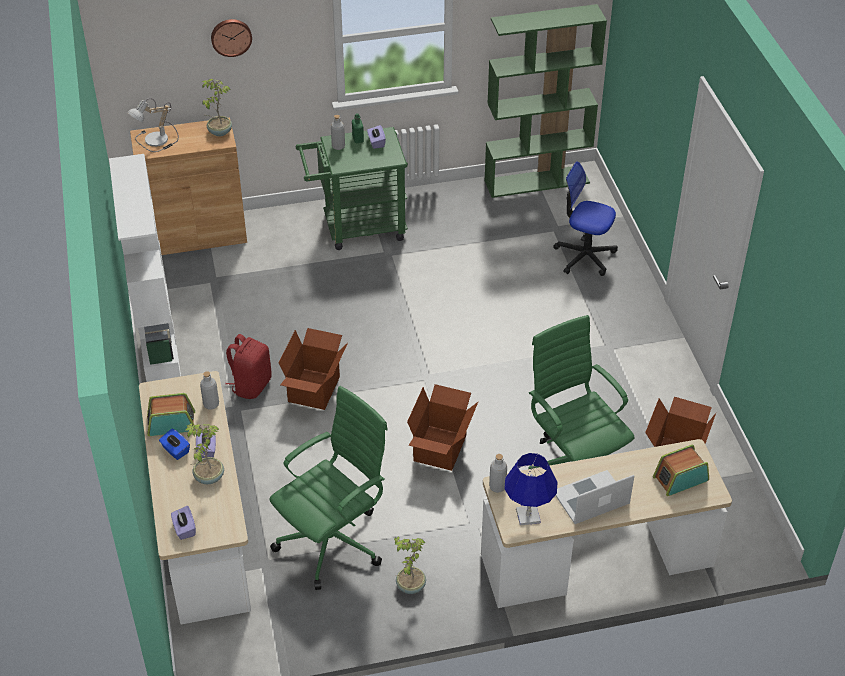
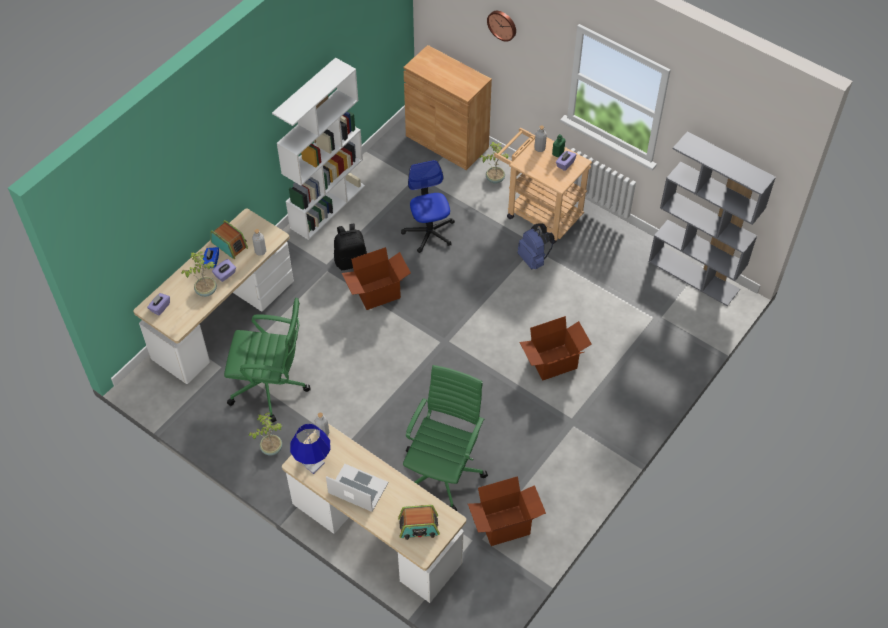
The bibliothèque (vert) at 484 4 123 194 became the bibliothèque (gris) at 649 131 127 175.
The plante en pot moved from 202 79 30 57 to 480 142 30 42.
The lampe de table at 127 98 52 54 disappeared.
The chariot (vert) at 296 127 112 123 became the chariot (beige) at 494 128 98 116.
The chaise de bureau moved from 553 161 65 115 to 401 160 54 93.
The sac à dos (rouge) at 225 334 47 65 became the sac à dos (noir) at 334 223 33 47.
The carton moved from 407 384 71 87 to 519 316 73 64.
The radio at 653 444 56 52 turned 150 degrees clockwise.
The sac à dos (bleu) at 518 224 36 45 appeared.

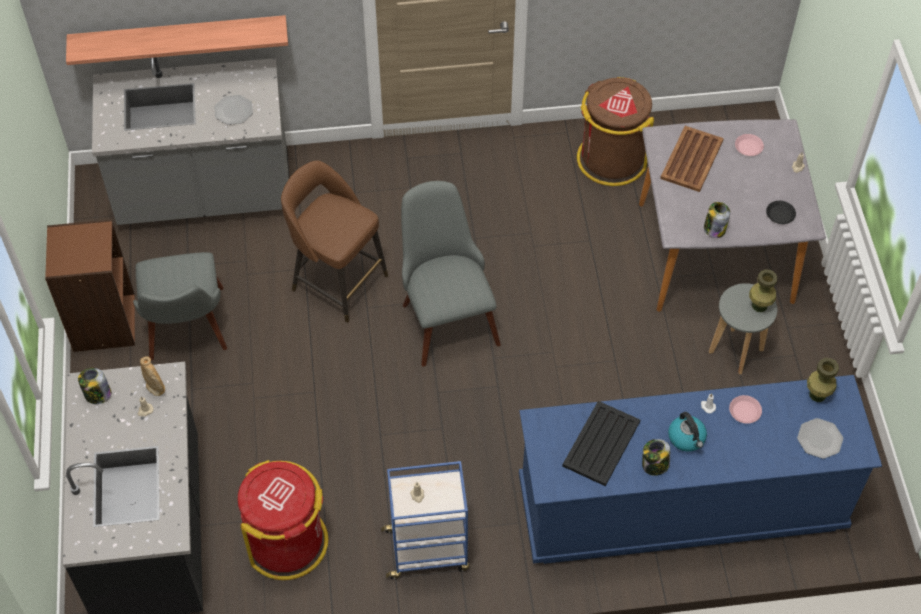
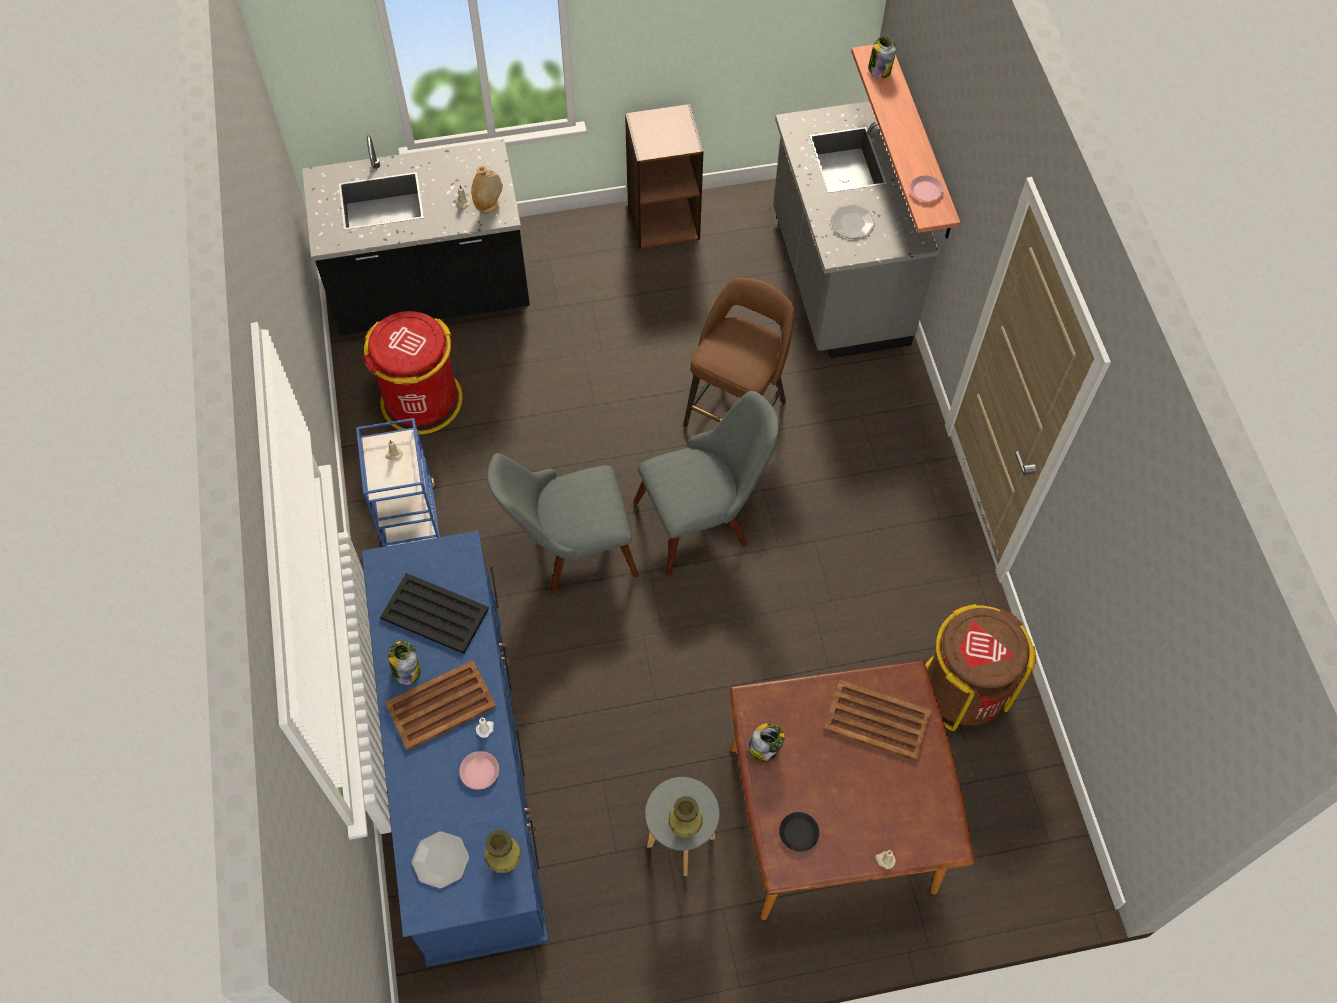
The table à manger (gris) at 639 119 187 193 became the table à manger (marron) at 730 660 245 260.
The assiette (rose) moved from 735 134 29 22 to 910 175 34 26.
The chaise (gris) moved from 133 252 94 109 to 487 453 152 140.
The bocal moved from 78 368 34 36 to 868 37 29 41.
The bouilloire at 668 412 39 40 was replaced by the plateau (marron) at 385 660 111 91.

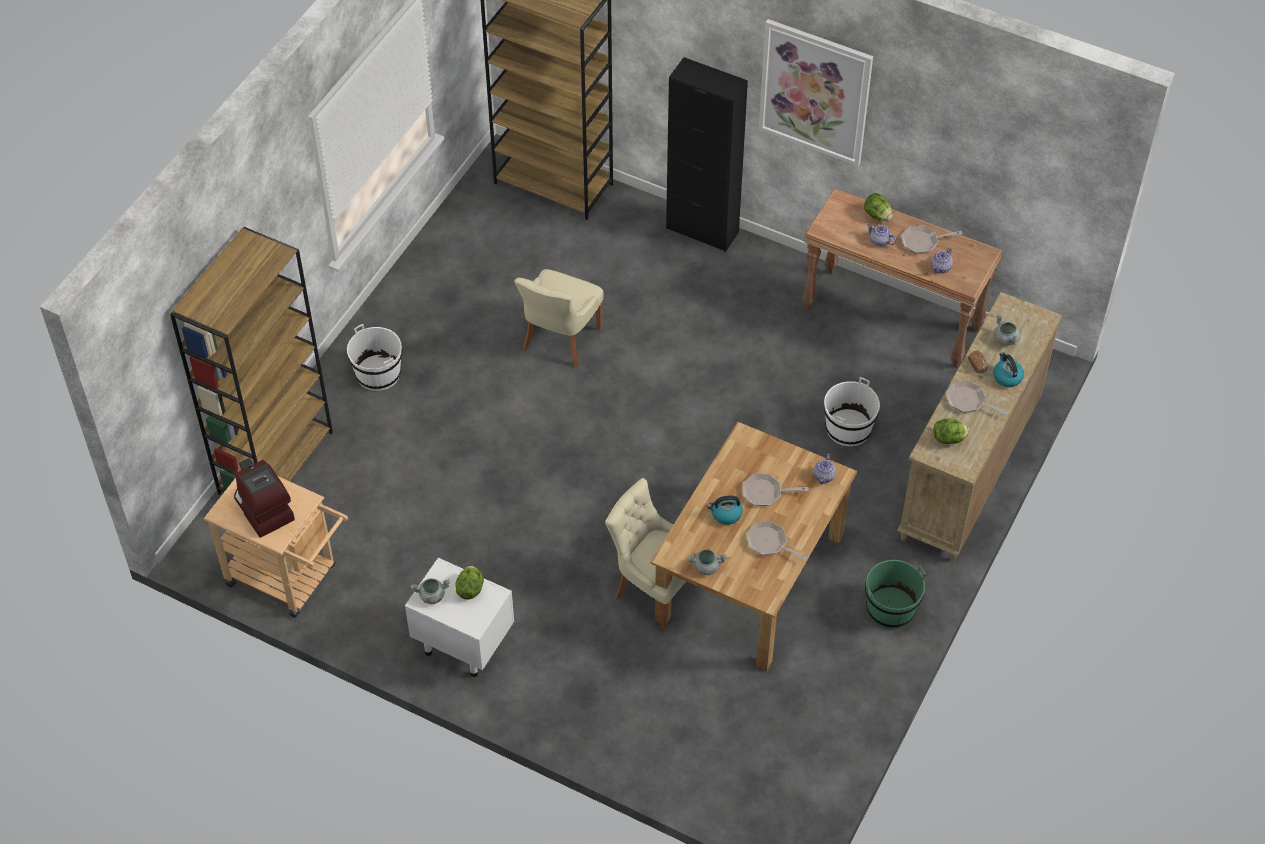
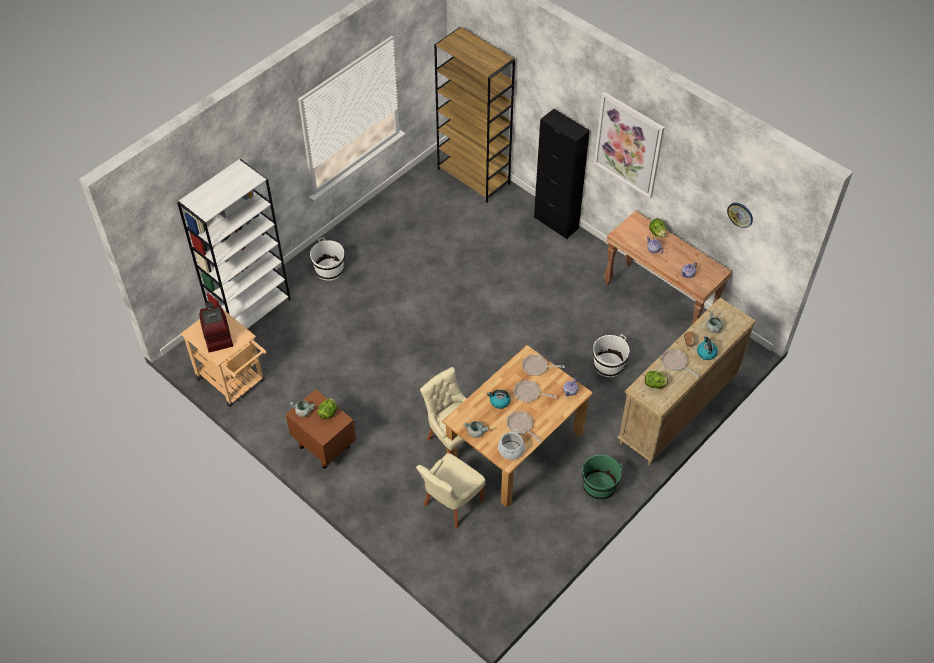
The poêle moved from 901 225 61 29 to 522 355 43 21.
The bibliothèque (marron) at 170 227 163 268 became the bibliothèque (blanc) at 177 159 114 170.
The chaise (beige) moved from 514 269 89 98 to 416 453 70 75.
The table de chevet (blanc) at 405 558 109 119 became the table de chevet (marron) at 285 389 71 80.
The horloge murale at 727 203 26 25 appeared.
The marmite at 498 429 27 31 appeared.

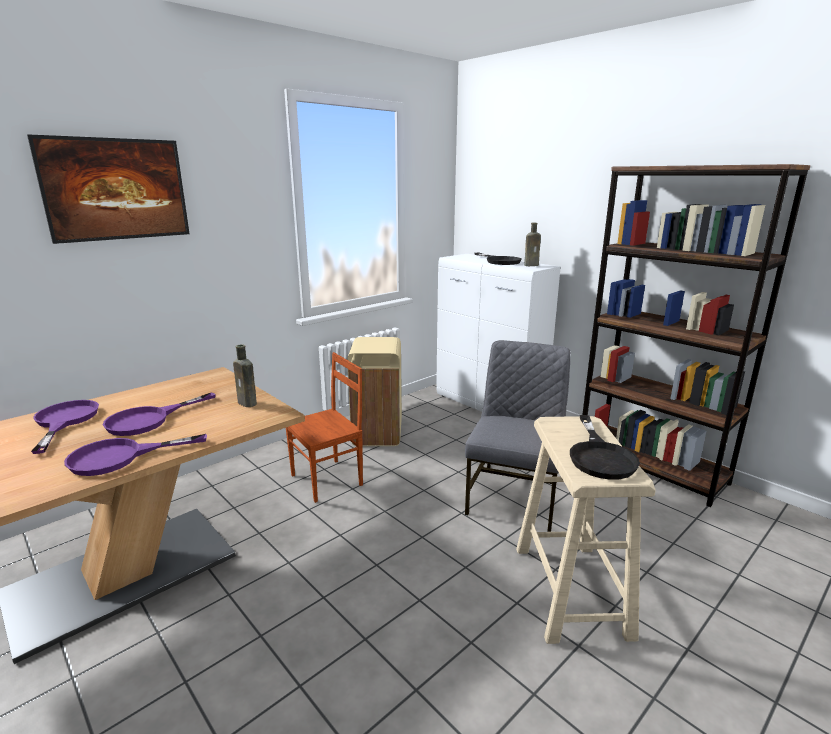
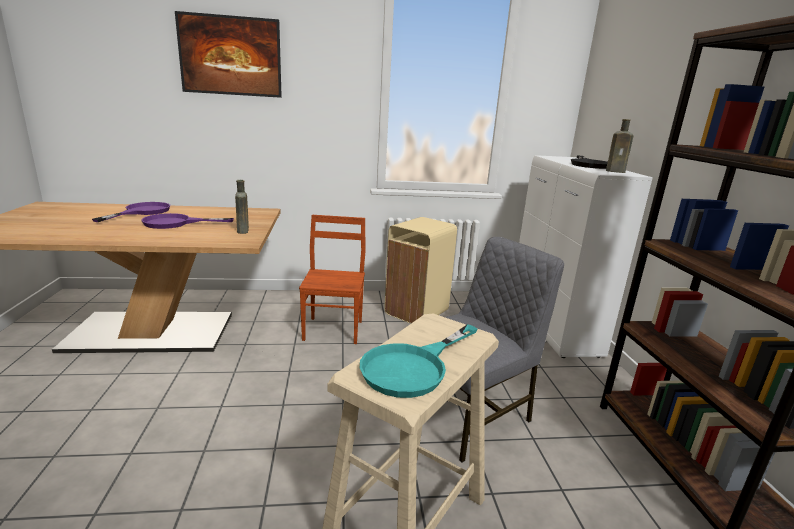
The chaise (marron) at 286 352 77 151 turned 90 degrees counterclockwise.
The poêle (noir) at 570 415 70 65 became the poêle (turquoise) at 360 324 118 74.
The poêle (violet) at 64 434 143 42 disappeared.

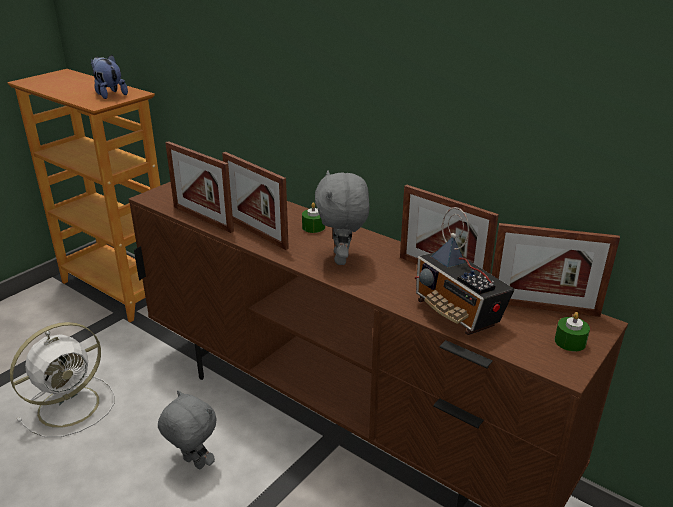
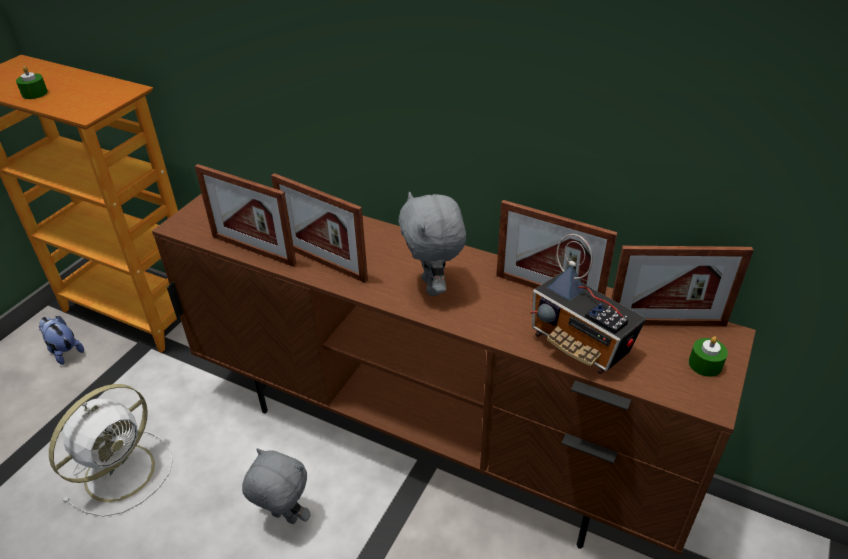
The peluche moved from 91 55 37 44 to 39 316 45 49.
The bougie (vert) moved from 302 202 23 31 to 16 66 32 33.

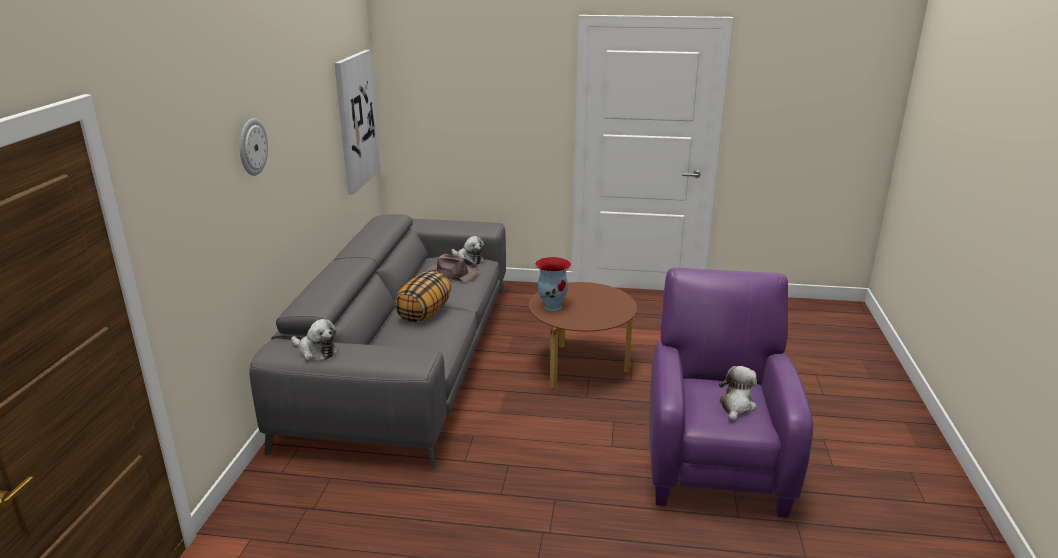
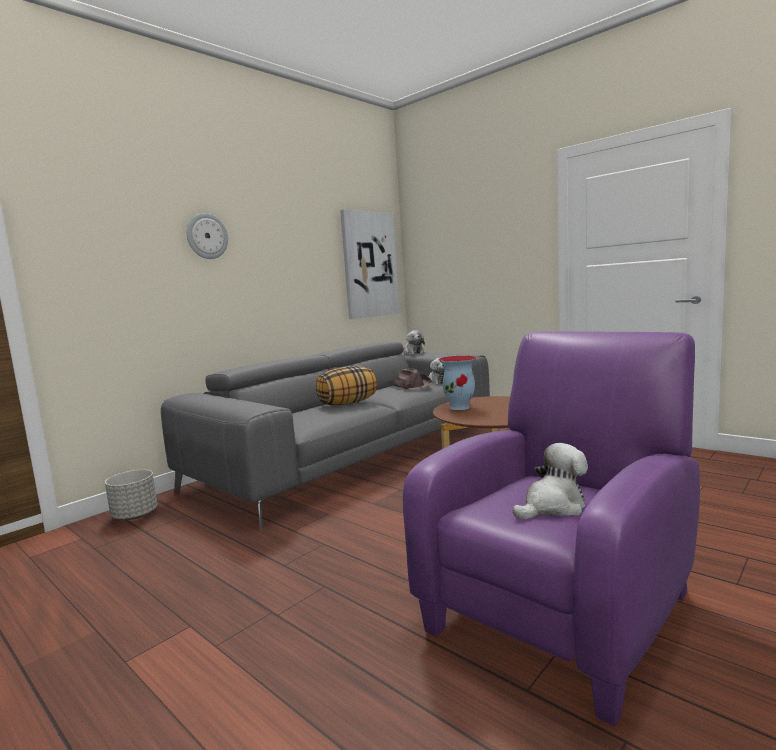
The peluche moved from 291 319 47 42 to 403 330 22 24.
The cache-pot (gris) at 105 470 52 50 appeared.

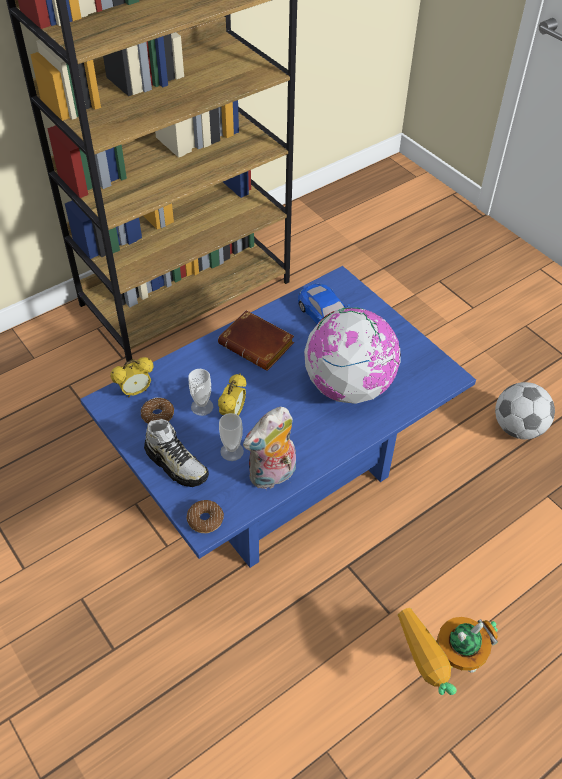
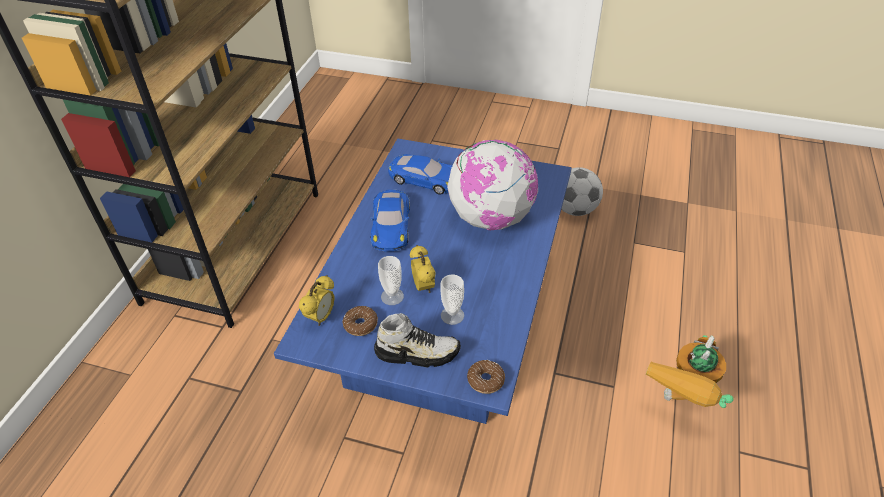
The livre (marron) at 218 310 76 61 was replaced by the petite voiture (bleu) at 370 190 40 61.
The peluche at 243 407 53 82 disappeared.

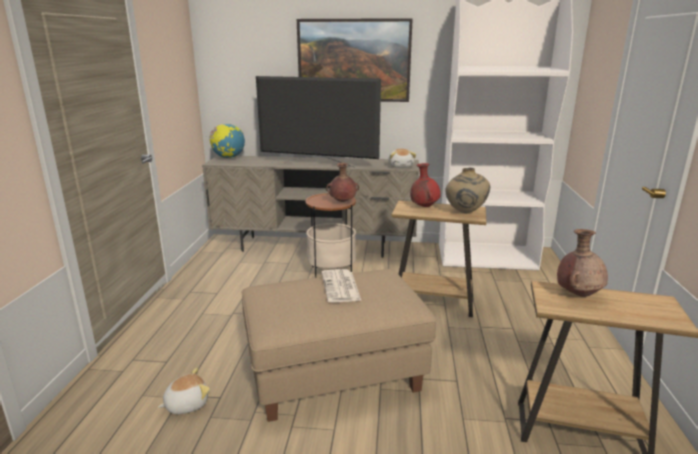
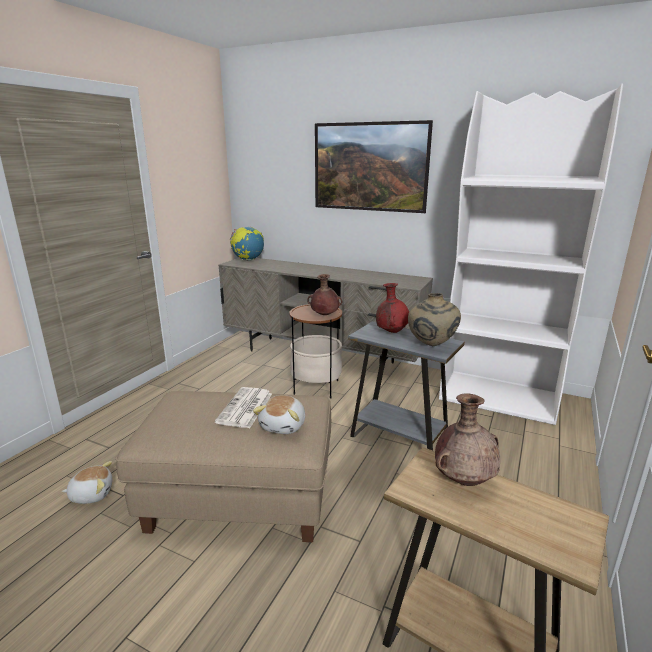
The téléviseur at 256 76 125 91 disappeared.
The peluche moved from 388 149 28 19 to 253 395 52 39.
The table d'appoint (marron) at 392 201 94 116 became the table d'appoint (gris) at 348 321 117 130.

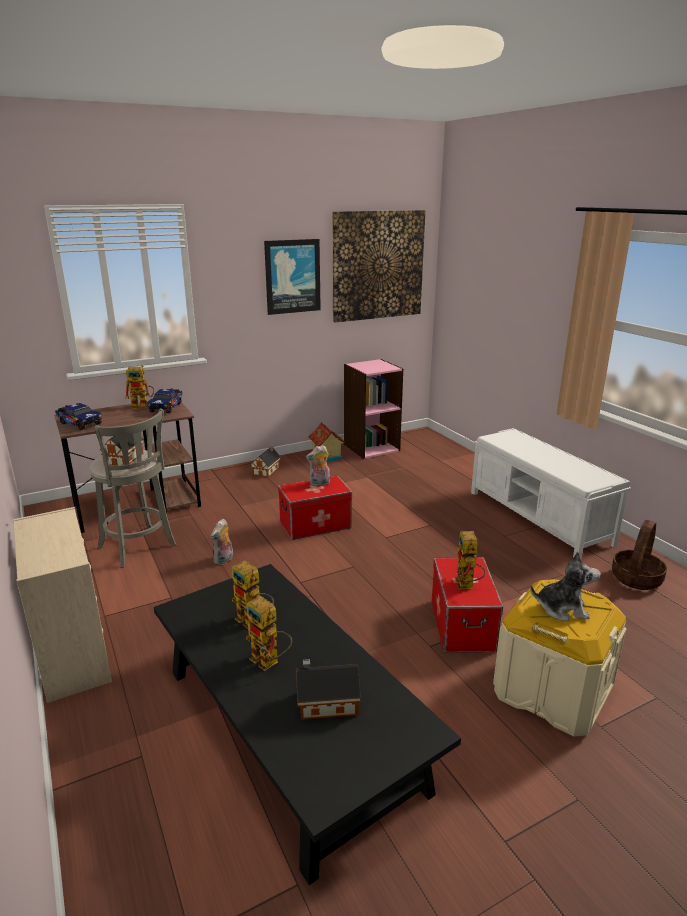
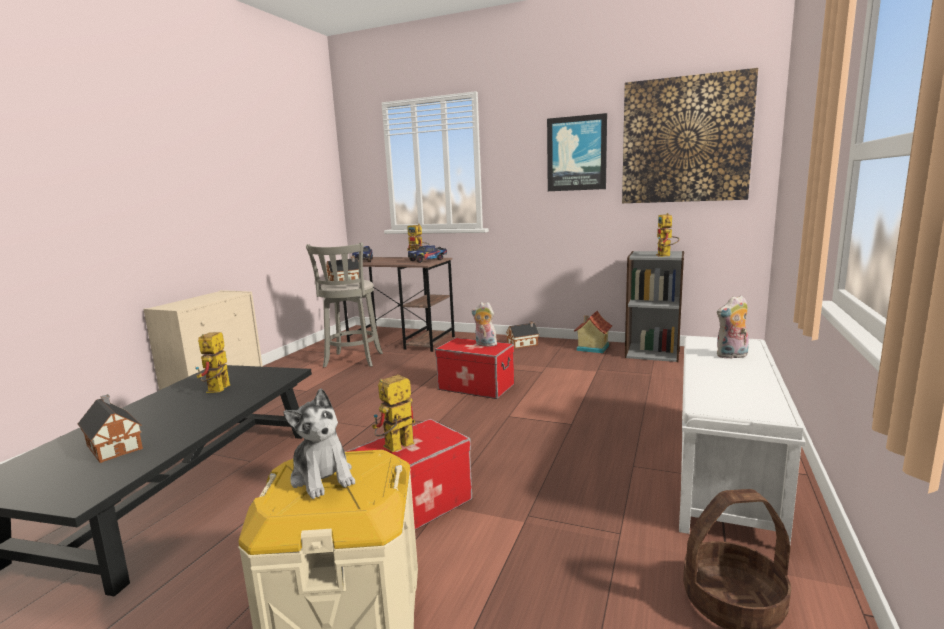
The bibliothèque (rose) at 344 359 59 100 became the bibliothèque (gris) at 625 251 59 111.
The peluche moved from 211 519 22 46 to 717 295 32 64.
The robot jouet moved from 246 596 46 75 to 656 213 23 44.

